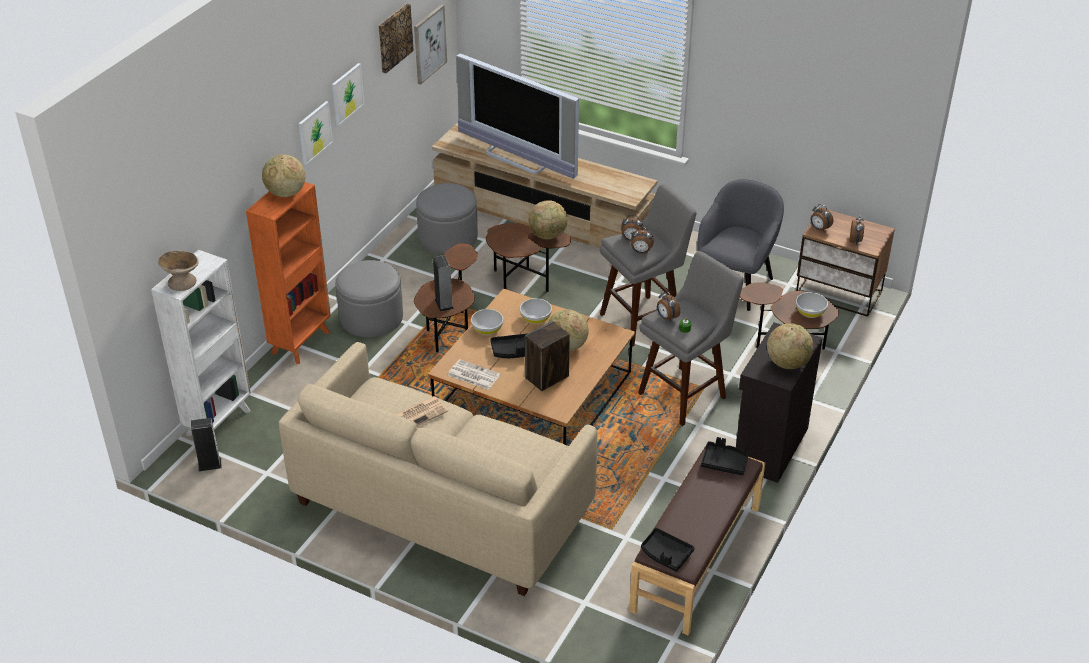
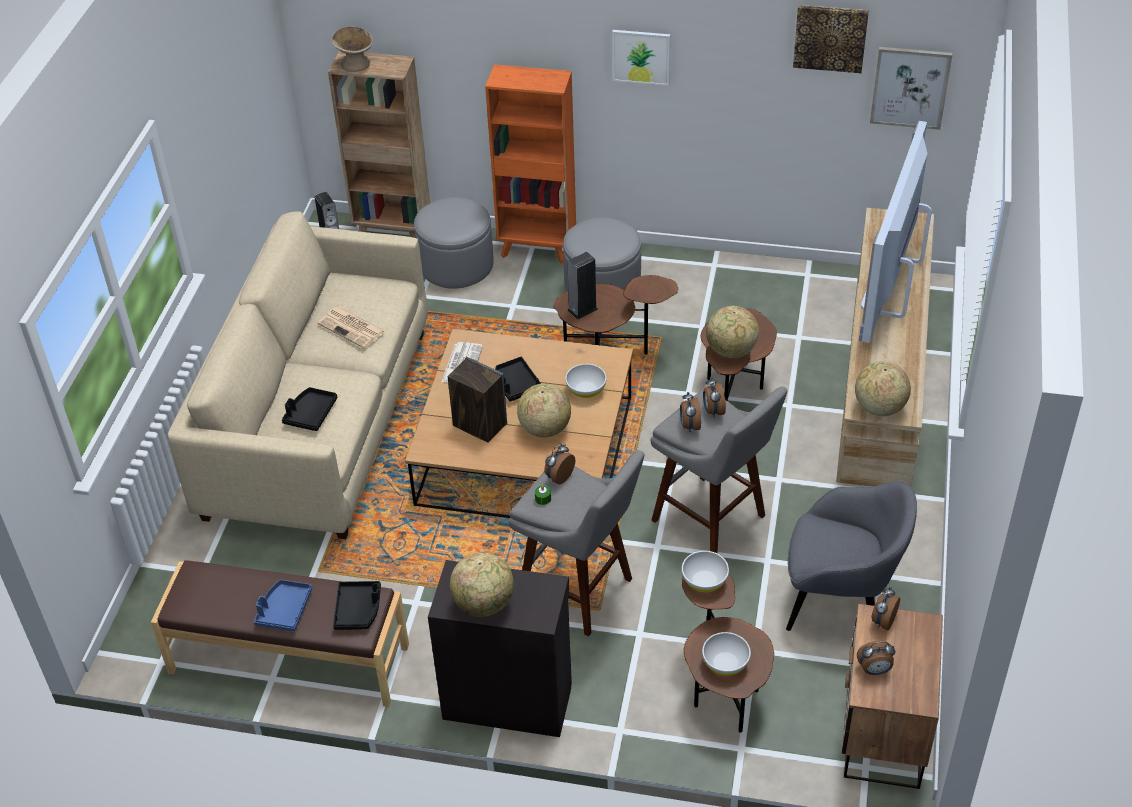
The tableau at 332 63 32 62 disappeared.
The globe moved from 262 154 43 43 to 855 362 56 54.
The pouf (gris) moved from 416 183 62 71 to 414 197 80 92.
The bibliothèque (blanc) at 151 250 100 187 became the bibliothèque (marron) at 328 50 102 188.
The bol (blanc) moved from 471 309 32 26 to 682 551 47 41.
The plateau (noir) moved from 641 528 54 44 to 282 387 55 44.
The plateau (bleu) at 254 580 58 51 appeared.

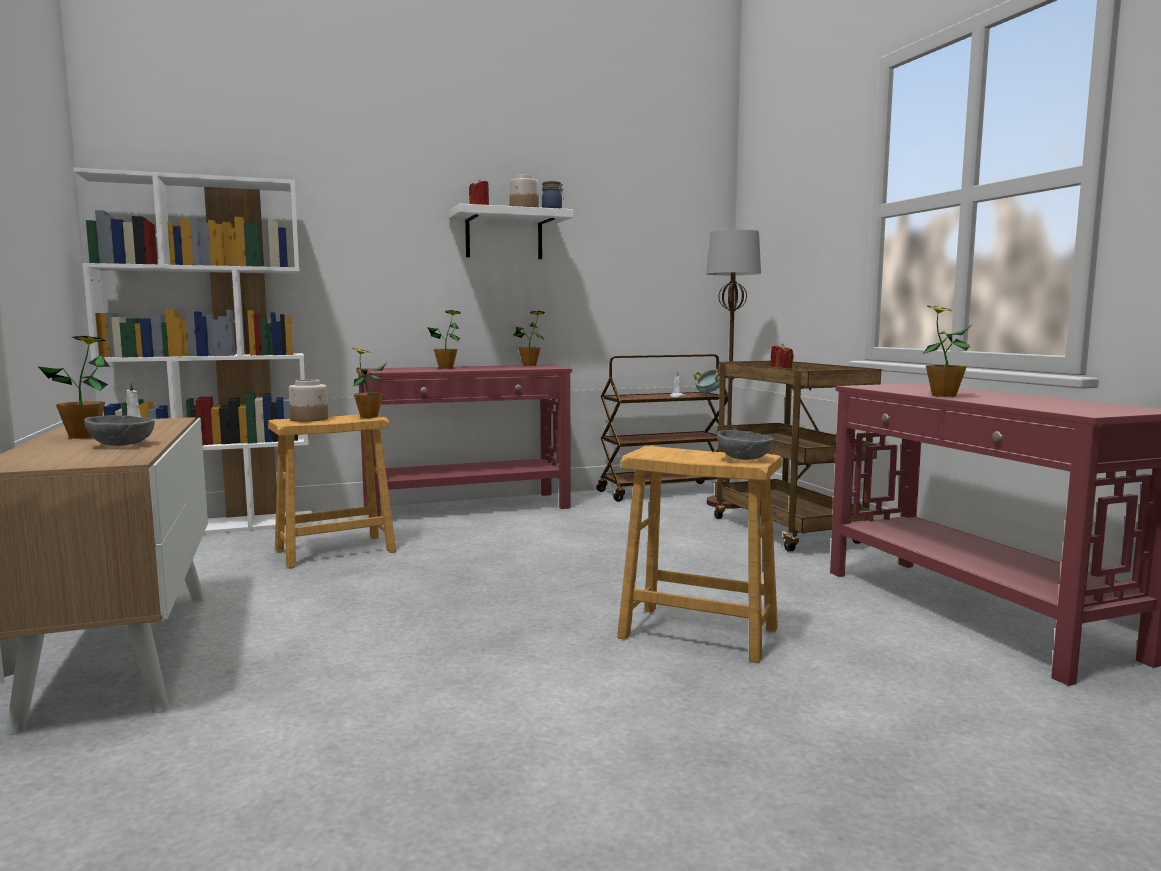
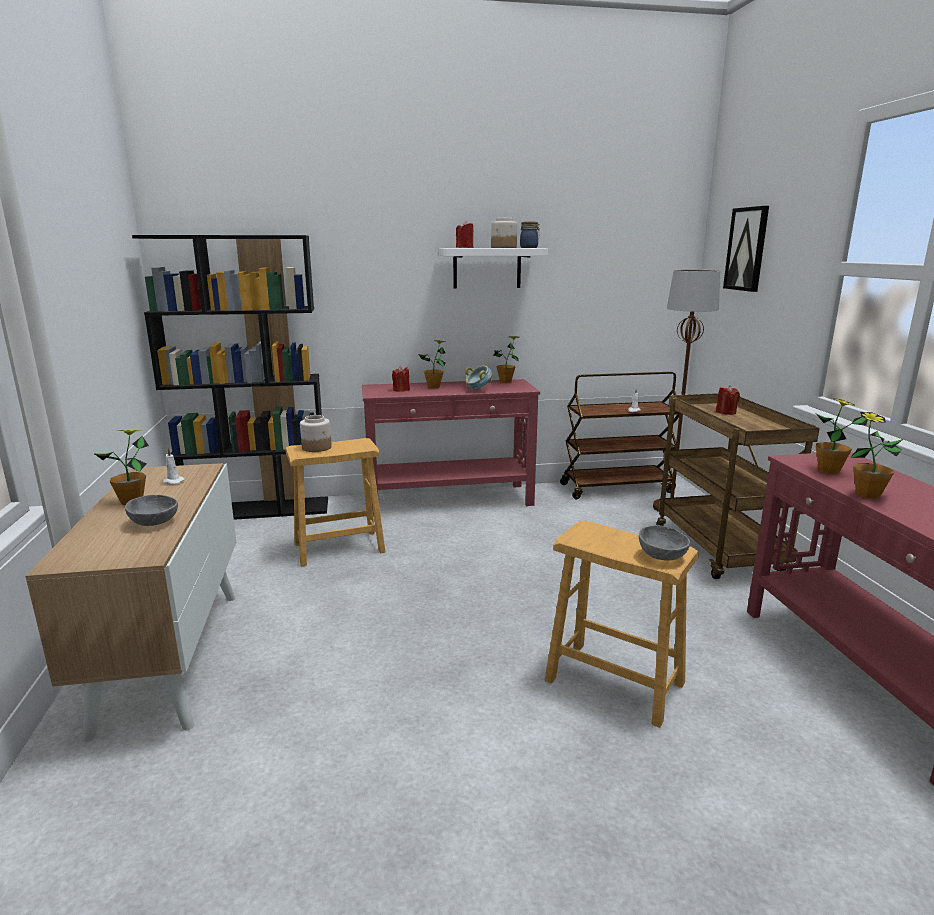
The bibliothèque (blanc) at 74 168 239 366 became the bibliothèque (noir) at 132 235 196 285.
The plante en pot moved from 351 348 35 70 to 816 398 52 76.
The bol moved from 693 369 27 26 to 465 365 27 26.
The tableau at 723 206 46 86 appeared.
The bougie (rouge) at 392 366 18 26 appeared.

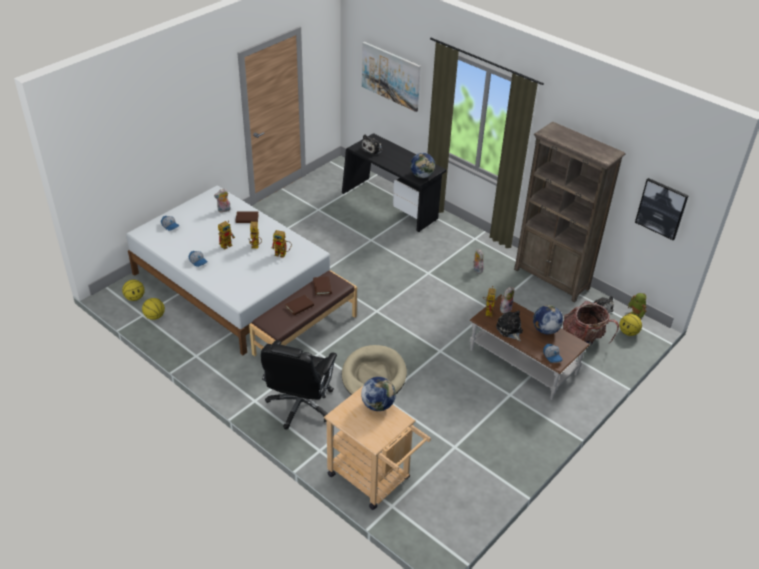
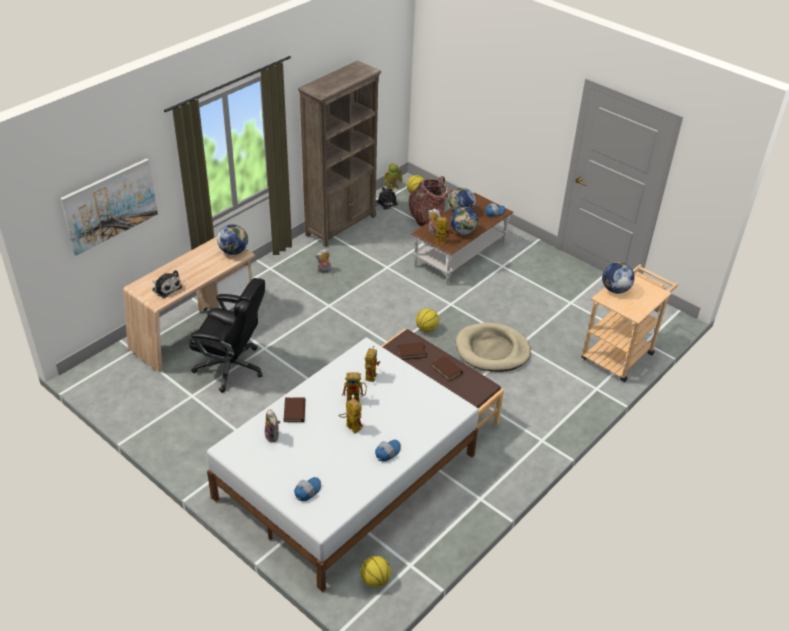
The bureau (noir) at 342 133 104 99 became the bureau (beige) at 123 237 132 135.
The tableau at 635 178 53 62 disappeared.
The ballon de basket moved from 142 298 23 22 to 416 309 23 23.
The peluche at 496 311 27 30 was replaced by the globe at 451 207 27 28.
The chaise de bureau (noir) moved from 261 340 76 90 to 189 278 76 115.

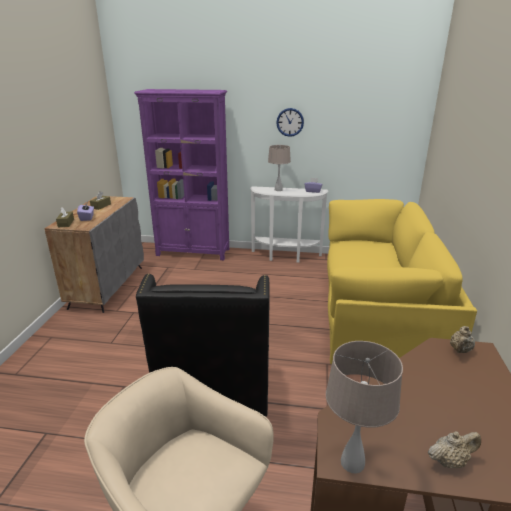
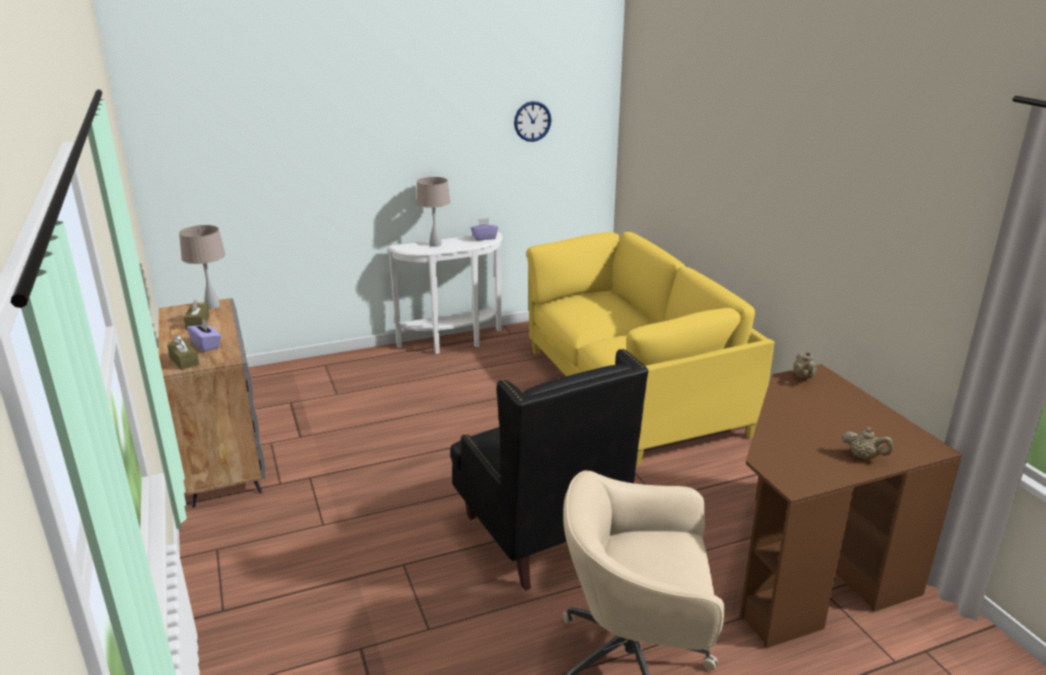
The bibliothèque (violet) at 134 89 95 171 disappeared.
The horloge murale moved from 276 108 28 29 to 514 101 38 41.
The lampe de table (beige) moved from 326 341 77 132 to 179 225 47 84.
The théière (beige) at 428 431 53 37 turned 75 degrees clockwise.

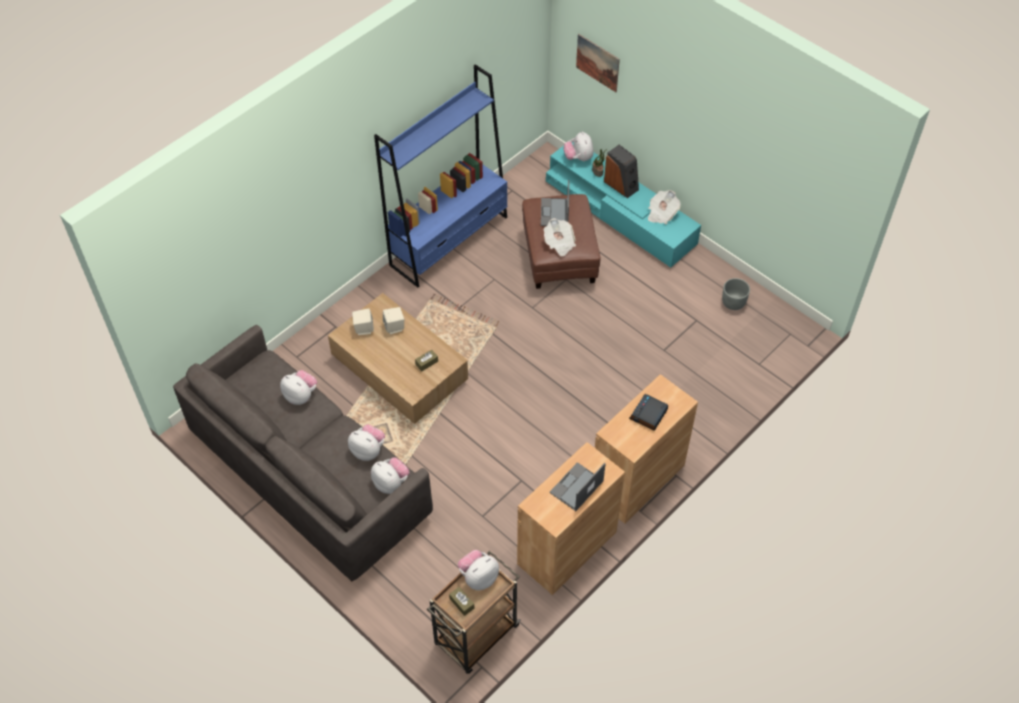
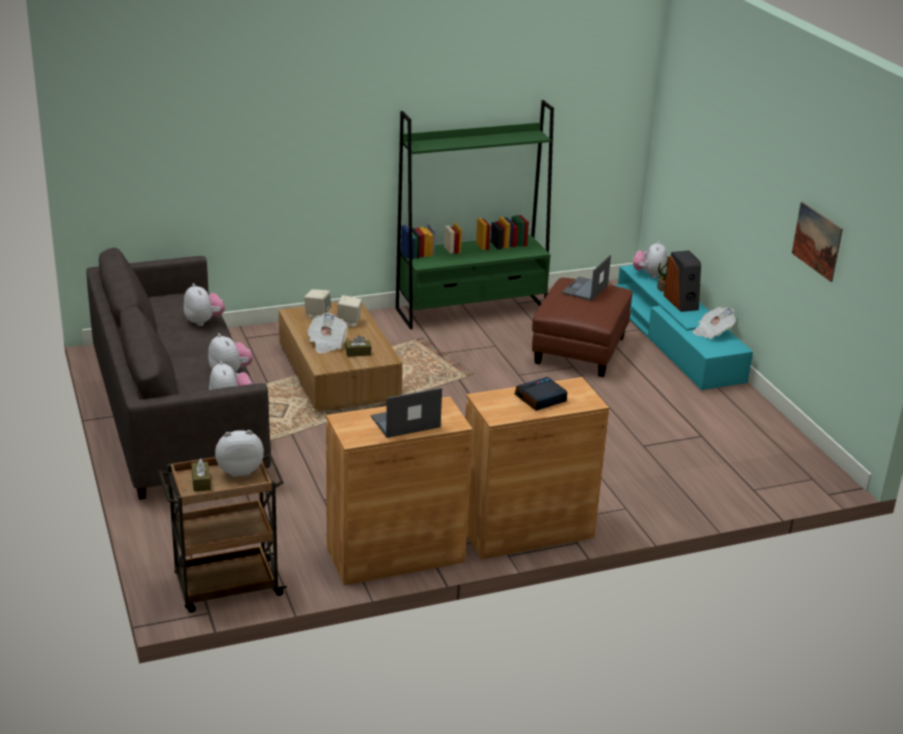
The tableau moved from 576 34 44 58 to 792 202 51 80.
The bibliothèque (bleu) at 374 65 133 222 became the bibliothèque (vert) at 396 100 158 230.
The journal moved from 544 218 32 39 to 307 313 41 40.
The cache-pot (gris) at 722 278 28 32 disappeared.

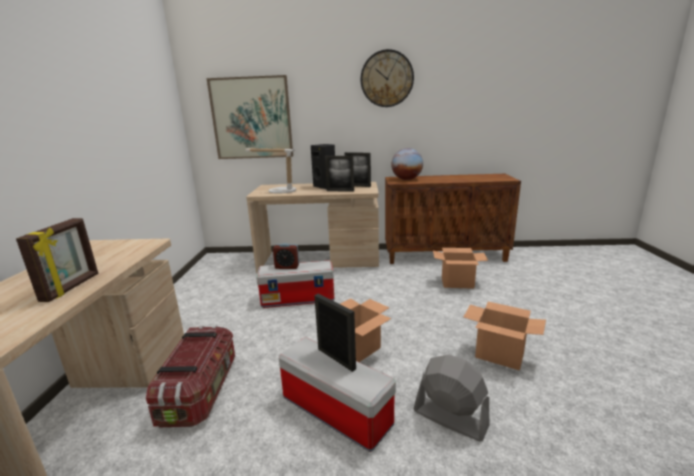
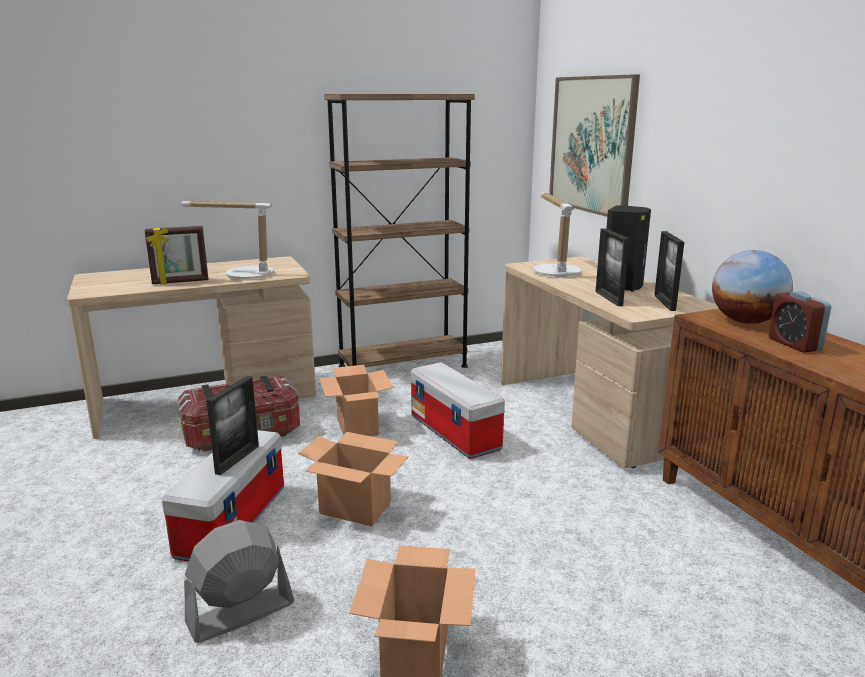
The horloge murale at 361 49 53 58 disappeared.
The réveil moved from 273 243 26 26 to 769 292 62 61.
The carton moved from 433 248 55 41 to 319 365 75 71.
The ventilateur (gris) at 413 354 77 88 turned 135 degrees counterclockwise.
The bibliothèque (marron) at 324 94 151 274 appeared.
The lampe de table at 181 201 93 78 appeared.

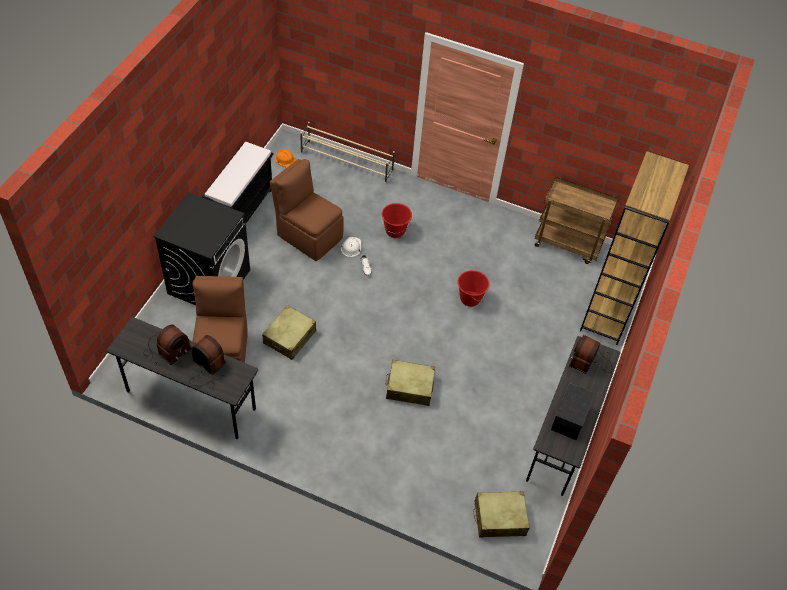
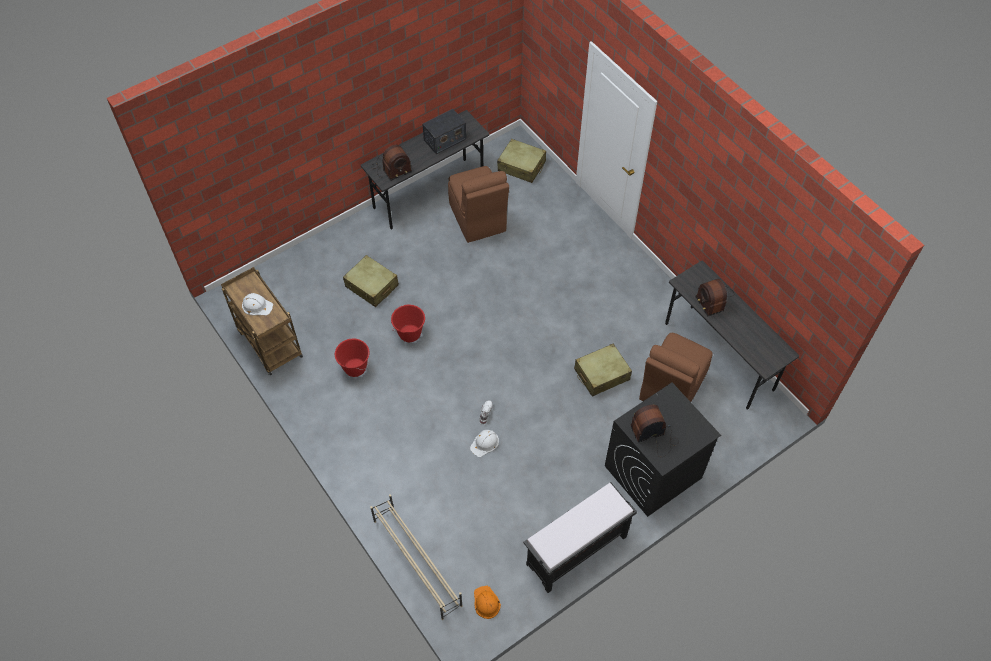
The bibliothèque (marron) at 580 151 109 194 disappeared.
The chaise (marron) moved from 270 159 74 102 to 448 166 61 77.
The seau (rouge) moved from 381 203 31 35 to 335 339 35 38.
The radio moved from 143 325 48 40 to 630 404 49 53.
The valise (beige) moved from 386 360 49 46 to 343 255 56 52.
The casque de chantier (blanc) at 242 293 31 23 appeared.

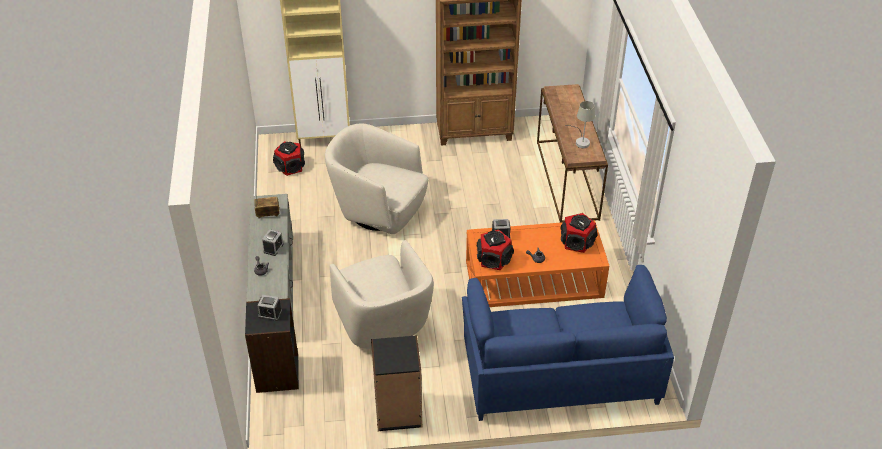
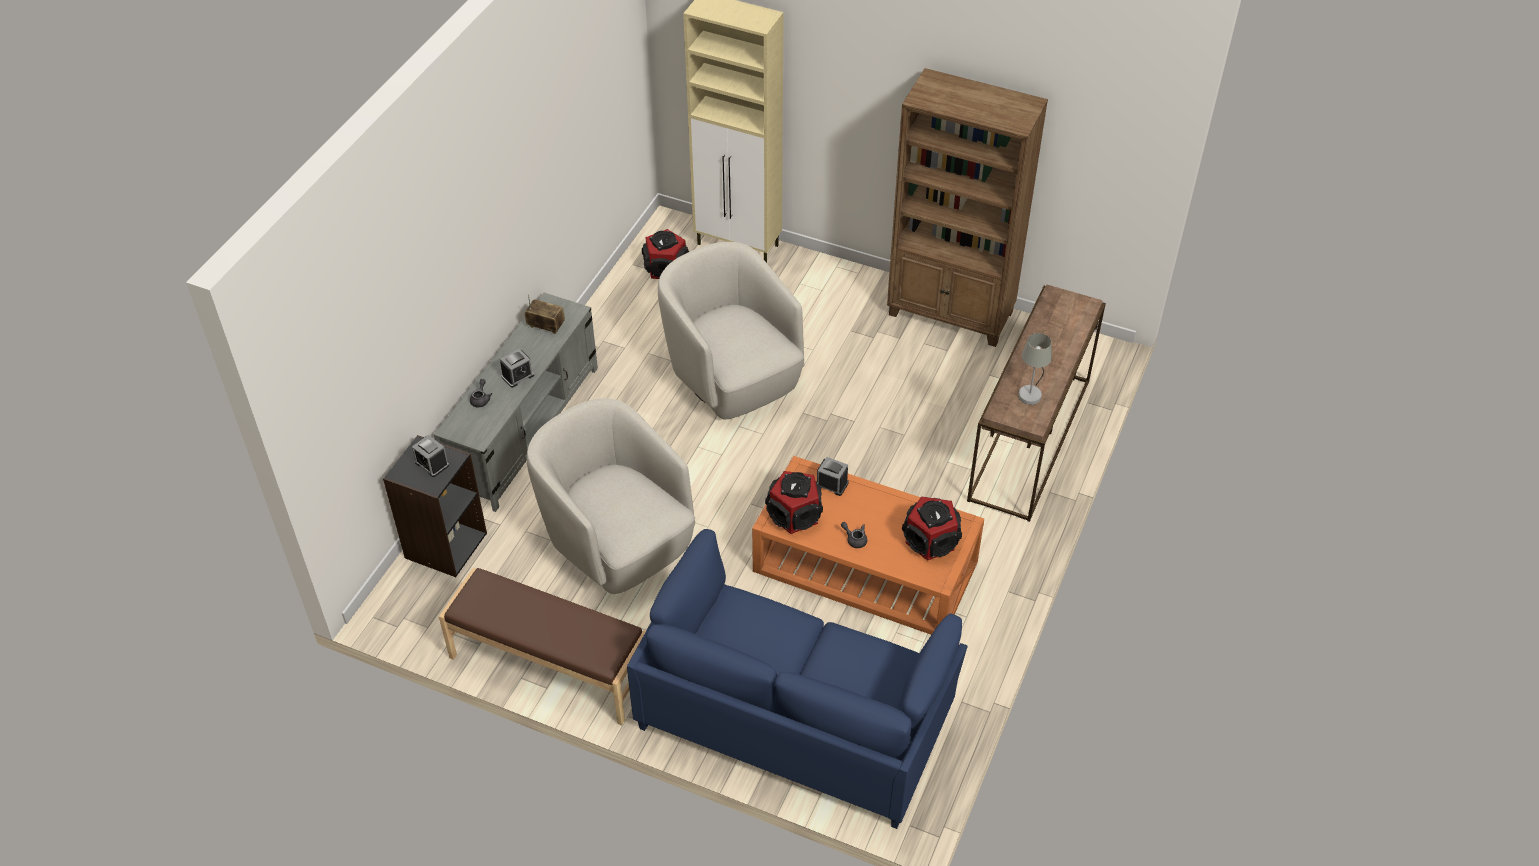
The fauteuil (beige) at 330 240 104 109 turned 135 degrees clockwise.
The bibliothèque (noir) at 371 335 51 96 was replaced by the banc (marron) at 439 567 207 158.

